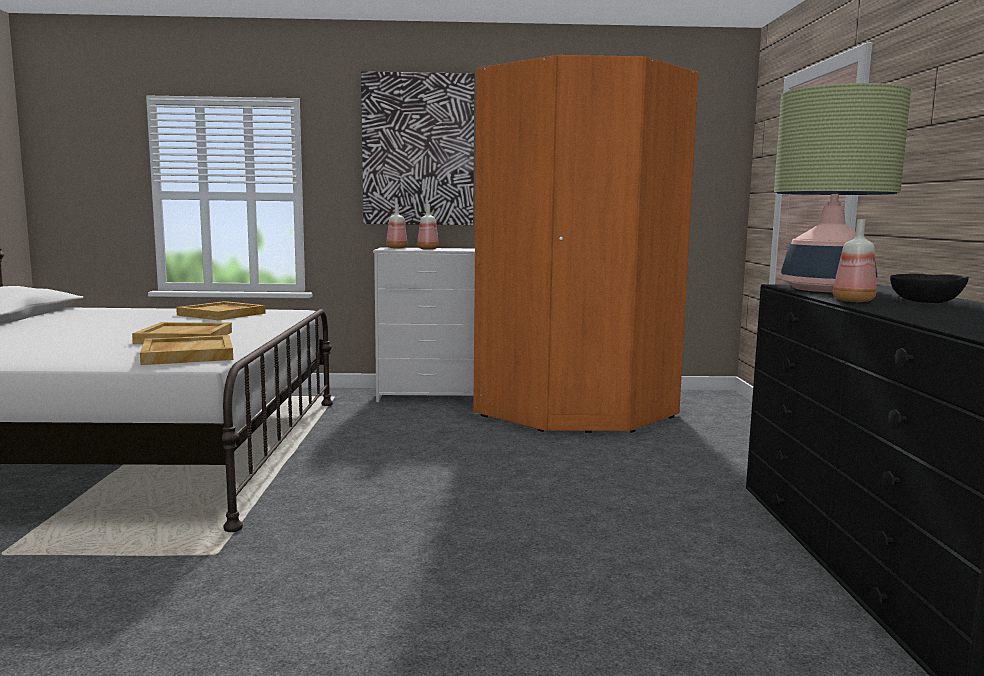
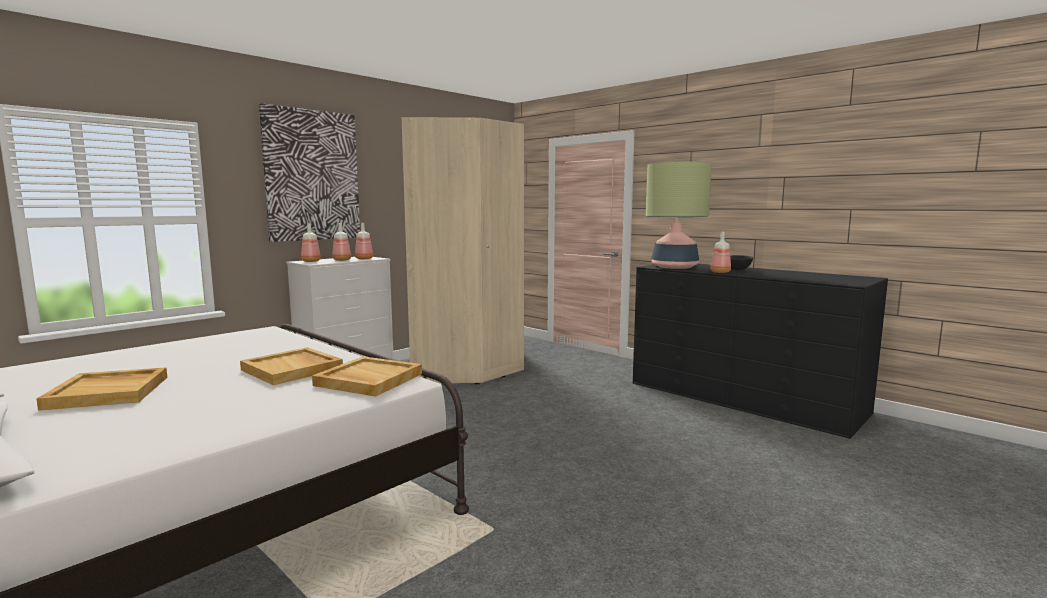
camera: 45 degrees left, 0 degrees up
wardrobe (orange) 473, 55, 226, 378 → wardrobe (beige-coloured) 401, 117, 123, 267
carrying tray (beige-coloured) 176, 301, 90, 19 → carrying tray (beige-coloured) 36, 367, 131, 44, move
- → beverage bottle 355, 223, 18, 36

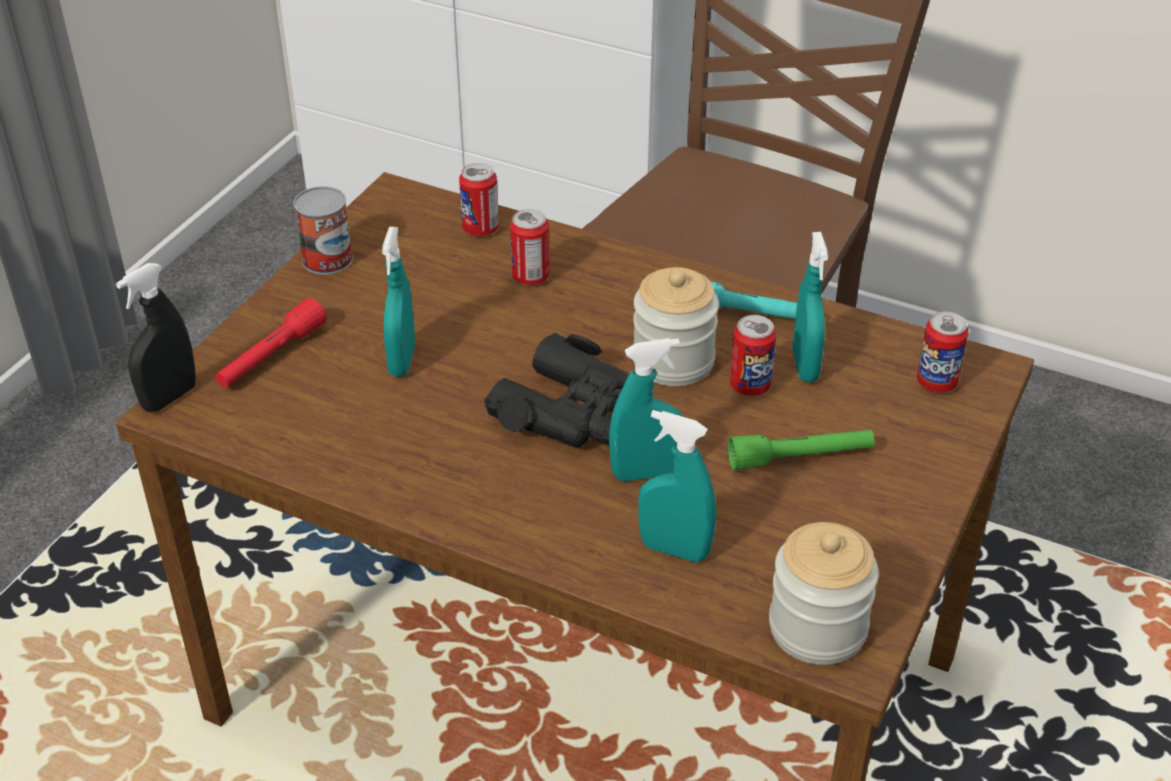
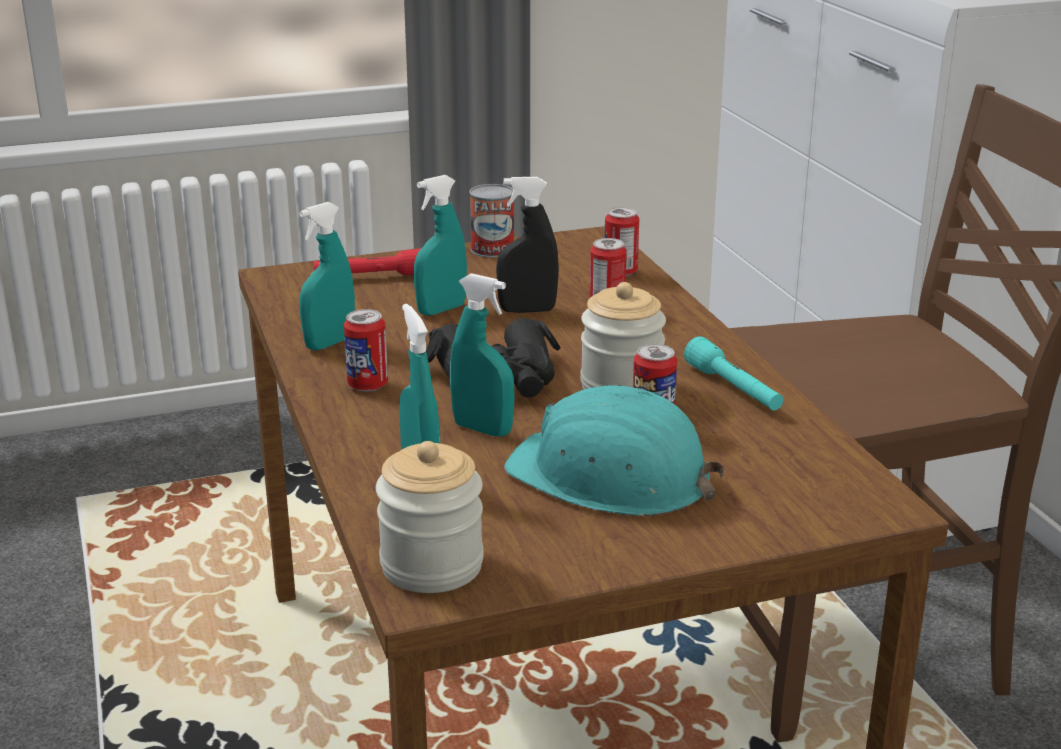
camera: 45 degrees right, 15 degrees down
hand sprayer (turquoise-coloured) 793, 232, 35, 150 → hand sprayer (turquoise-coloured) 299, 202, 56, 149, move
hand sprayer (blackish) 116, 263, 80, 149 → hand sprayer (blackish) 496, 177, 63, 136, move
metal can 917, 312, 52, 81 → metal can 344, 309, 44, 83, move
hand torch (greenish) 728, 430, 146, 40 → safety helmet (turquoise-coloured) 504, 385, 221, 131

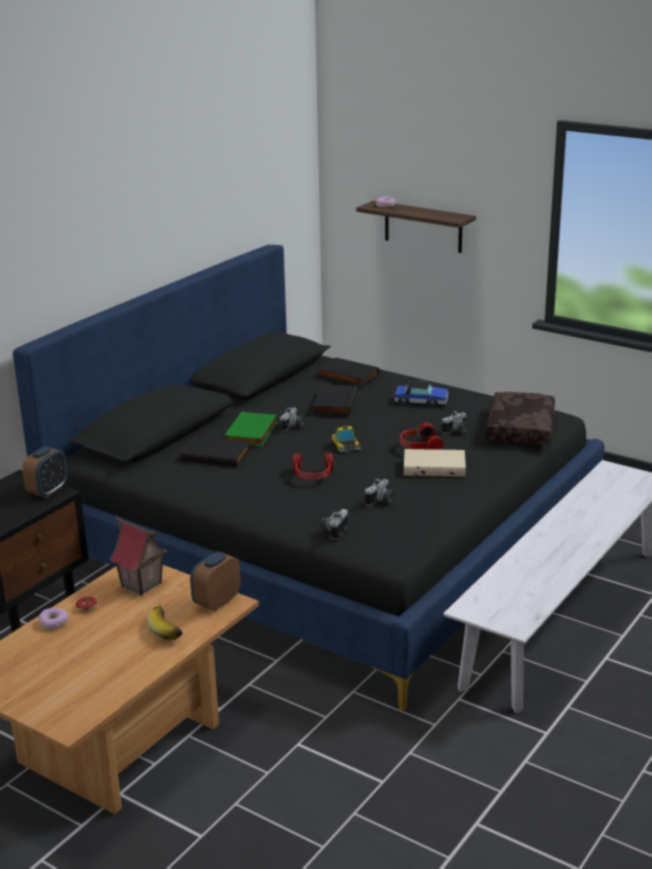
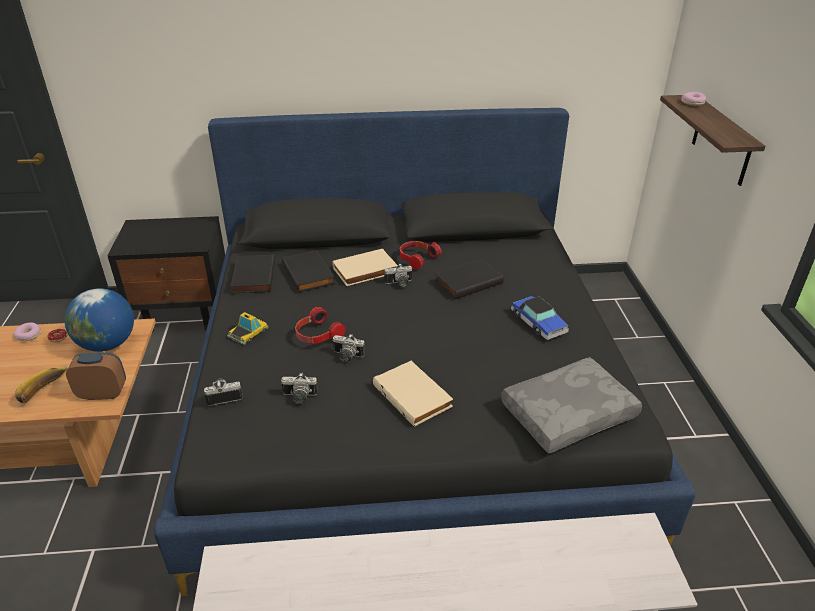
camera: 50 degrees right, 10 degrees up
book (blackish) 317, 358, 62, 28 → book (blackish) 230, 254, 45, 39, move
cushion (brown) 485, 392, 70, 52 → cushion (gray) 501, 357, 141, 96
book (greenish) 224, 411, 53, 35 → book (beige-coloured) 333, 249, 65, 37
photo camera 441, 411, 27, 23 → photo camera 333, 334, 32, 28, move
pair of headphones 400, 422, 44, 28 → pair of headphones 400, 241, 41, 29, move
model car 331, 426, 30, 26 → model car 227, 312, 42, 33, move
bedside clock 22, 446, 45, 52 → -
miniature house 109, 516, 59, 80 → desk globe 65, 288, 69, 64

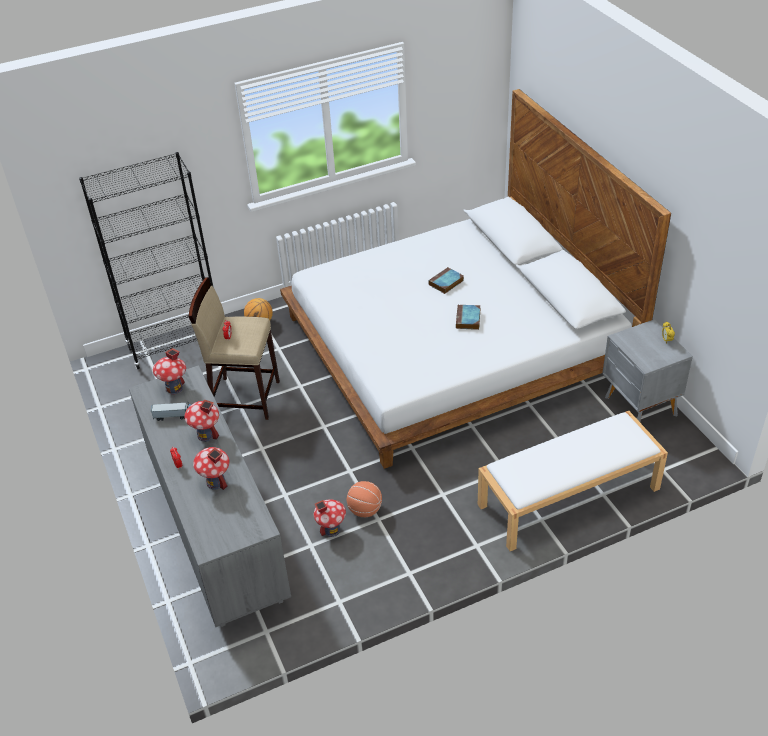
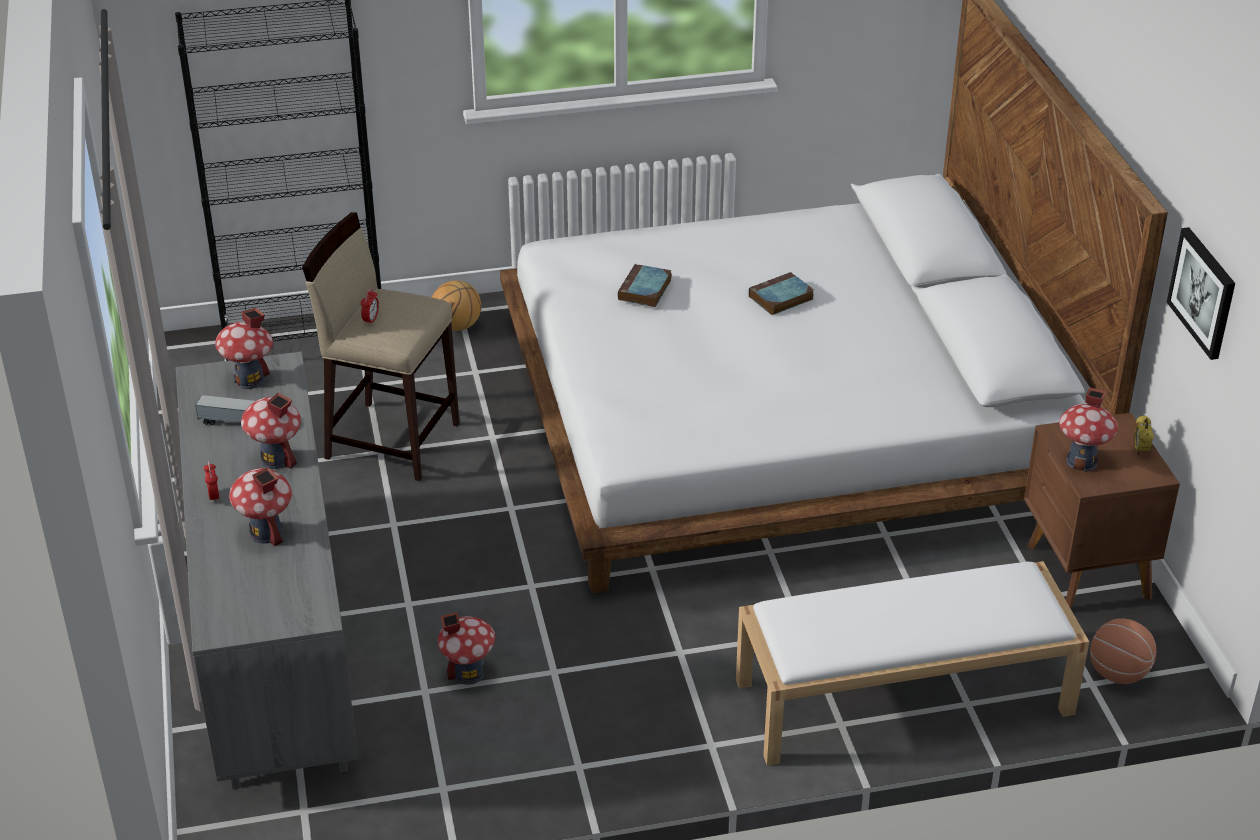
camera: 10 degrees right, 5 degrees down
book 456, 305, 25, 25 → book 618, 264, 54, 43, move
bedside table (gray) 602, 319, 91, 103 → bedside table (brown) 1024, 412, 156, 197
ball for basketball 347, 481, 35, 36 → ball for basketball 1090, 618, 66, 66, move
- → wall picture 1167, 227, 68, 133
- → miniature house 1059, 388, 59, 84

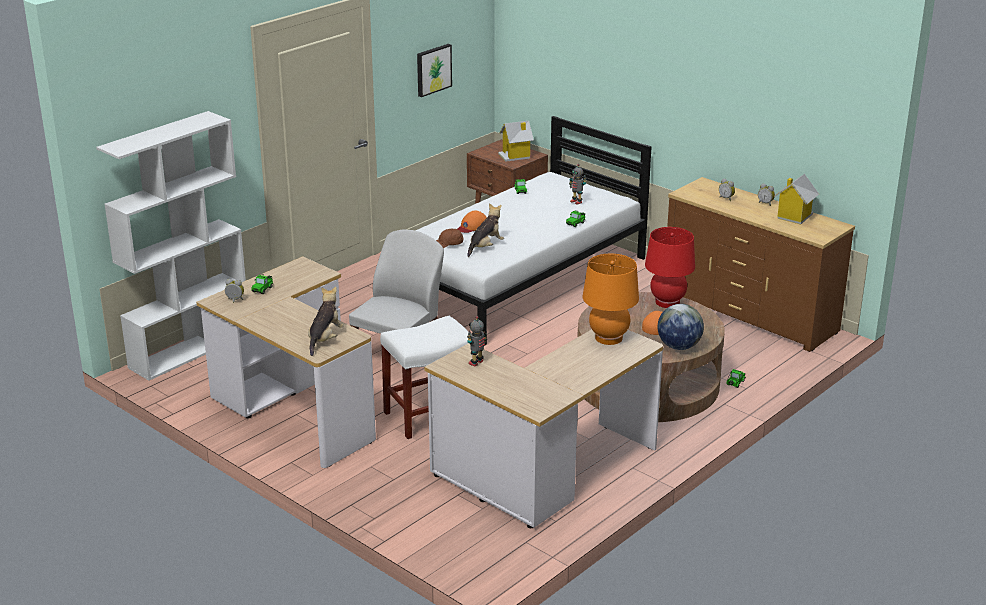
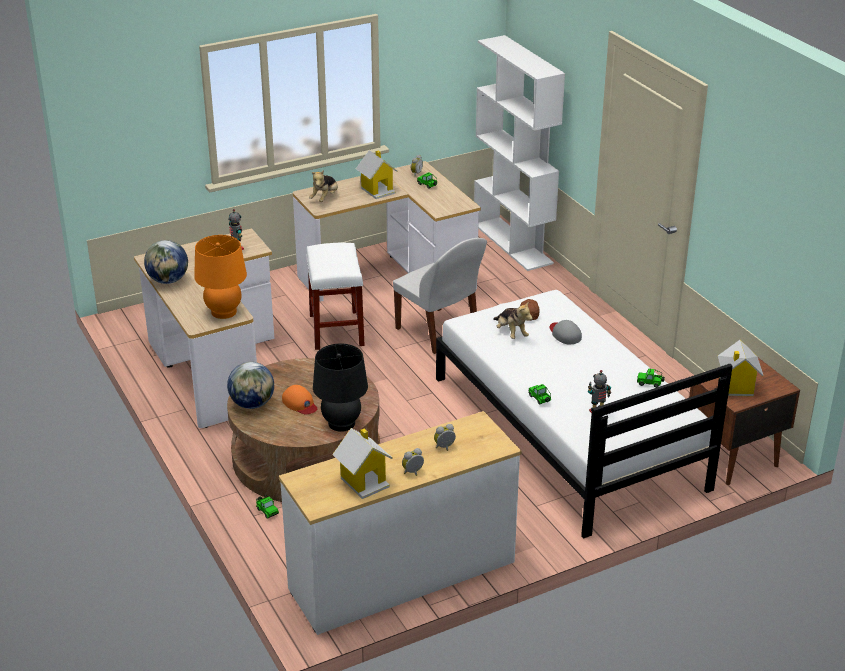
camera: 110 degrees right, 5 degrees up
wall picture 417, 44, 35, 53 → -
dresser (brown) 667, 177, 188, 175 → dresser (whitish) 279, 411, 242, 224
cap (orange) 457, 211, 30, 22 → cap (gray) 550, 320, 32, 24
tabletop lamp (reddish) 645, 227, 50, 81 → tabletop lamp (blackish) 313, 344, 55, 88
cuddly toy 308, 287, 36, 69 → cuddly toy 309, 170, 29, 32, 75 degrees clockwise
- → miniature house 356, 150, 42, 49
- → desk globe 144, 240, 44, 44

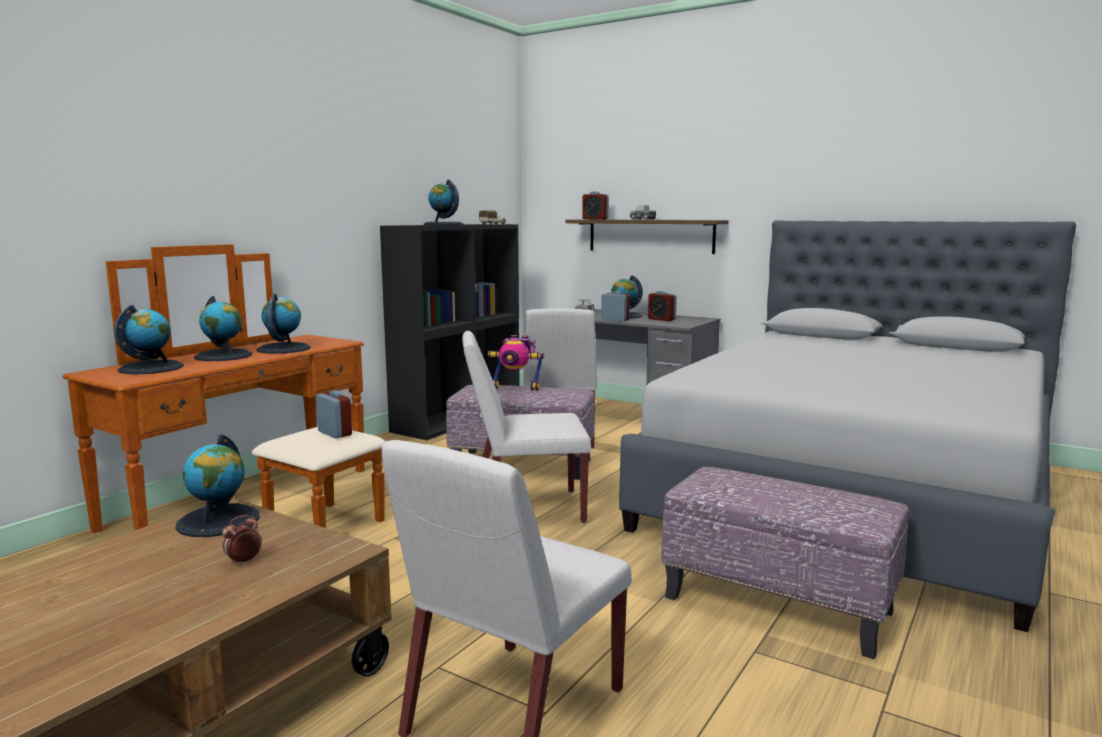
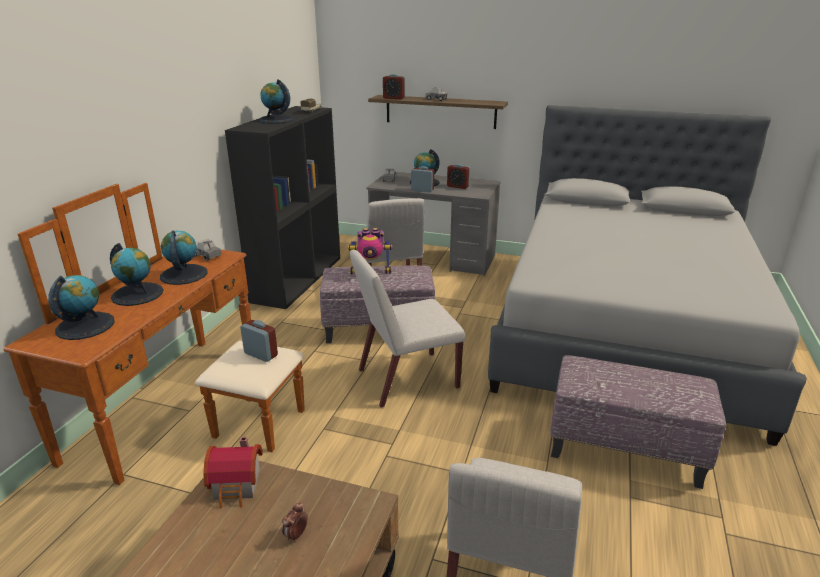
camera: 15 degrees left, 15 degrees up
desk globe 175, 434, 84, 103 → miniature house 203, 437, 60, 72
- → toy lorry 195, 239, 27, 22

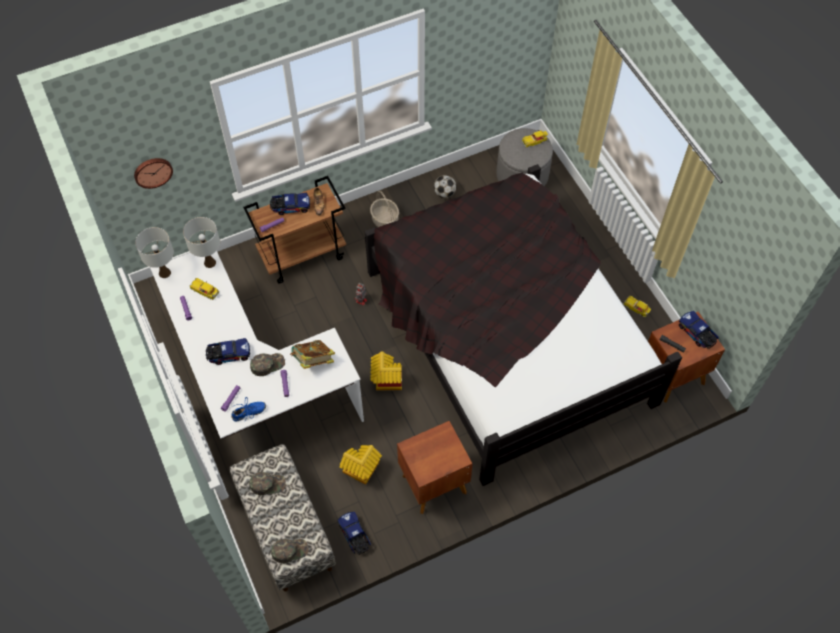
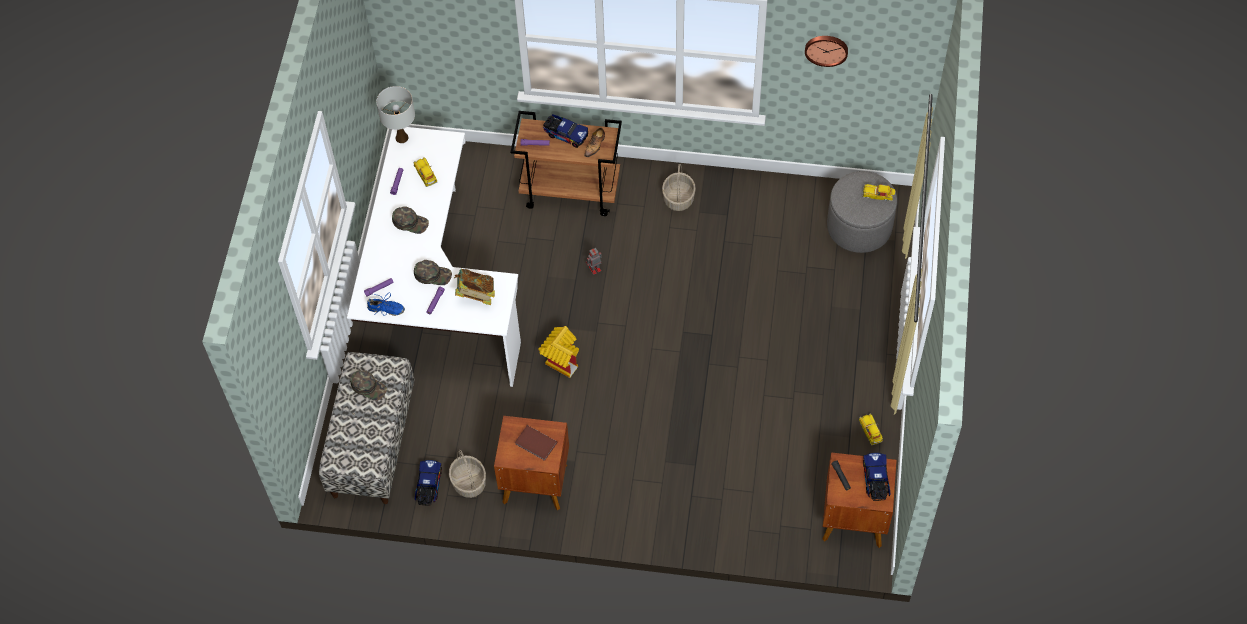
camera: 35 degrees right, 0 degrees up
hanging clock 134, 158, 39, 31 → hanging clock 805, 36, 43, 31, move
sleeping bed (blackish) 365, 164, 317, 322 → -
football ball 434, 175, 22, 23 → -
tabletop lamp (whitish) 183, 217, 37, 51 → -
toy lorry 206, 338, 44, 27 → -
miniature house 340, 445, 42, 40 → -
cap (greenish) 271, 539, 37, 24 → cap (greenish) 392, 206, 37, 28, move
- → book (brown) 515, 425, 42, 36
- → household basket 449, 450, 37, 48

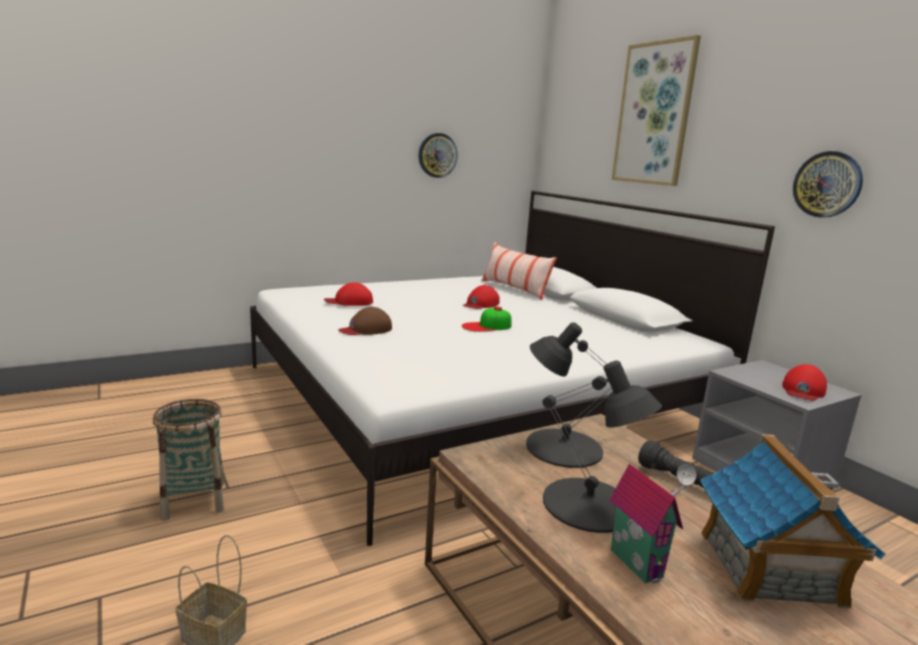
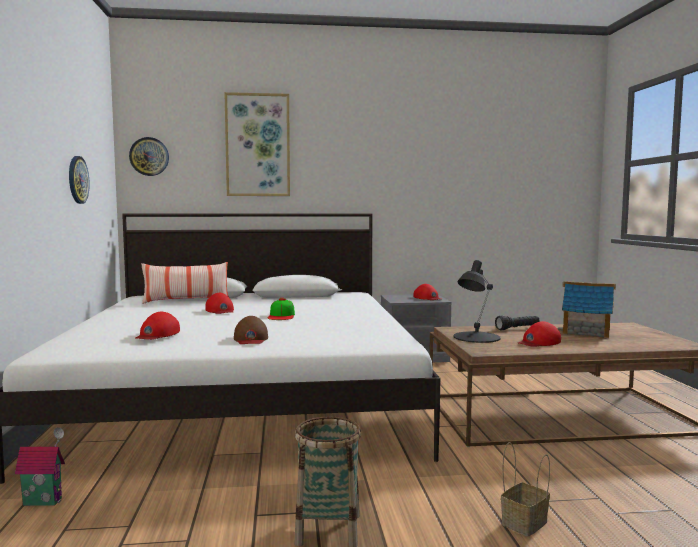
camera: 65 degrees left, 10 degrees down
hanging clock 793, 151, 70, 67 → hanging clock 129, 137, 40, 39, move
tabletop lamp (blackish) 542, 360, 120, 173 → cap (reddish) 518, 321, 43, 26
miniature house 610, 464, 87, 119 → miniature house 15, 427, 50, 79, move

